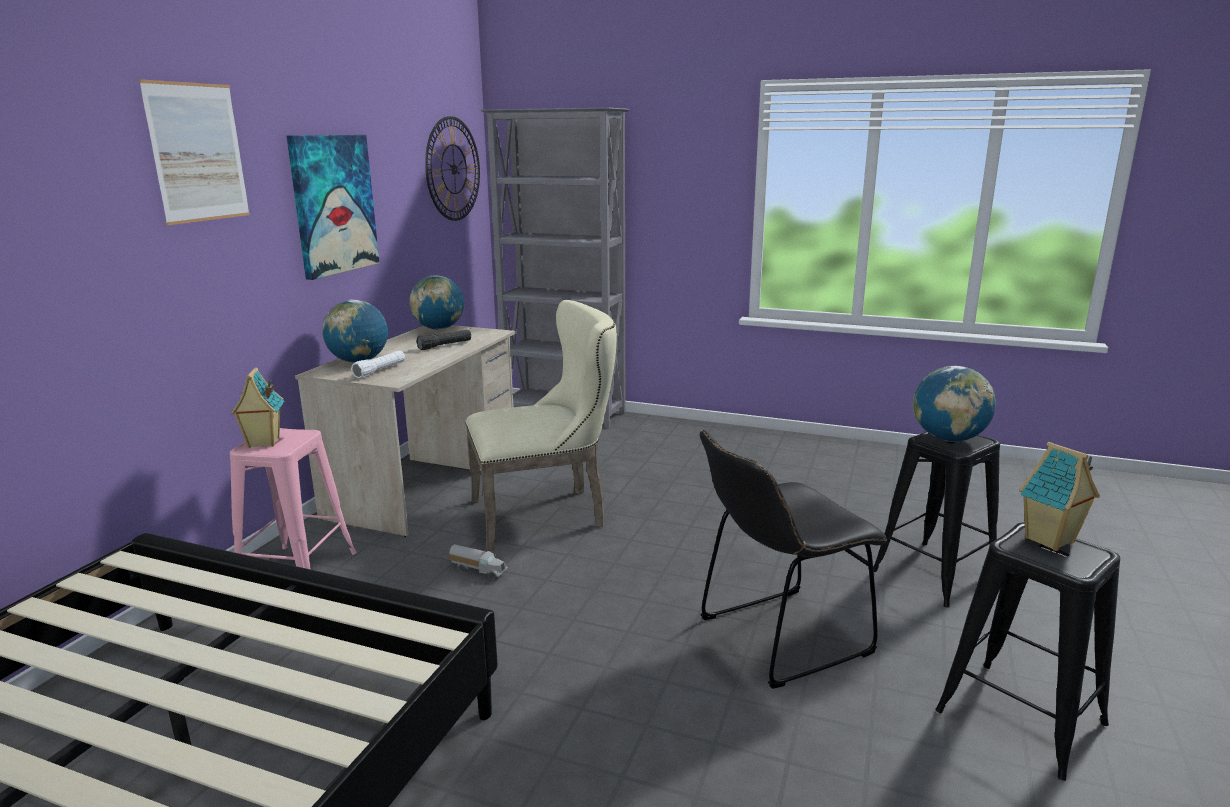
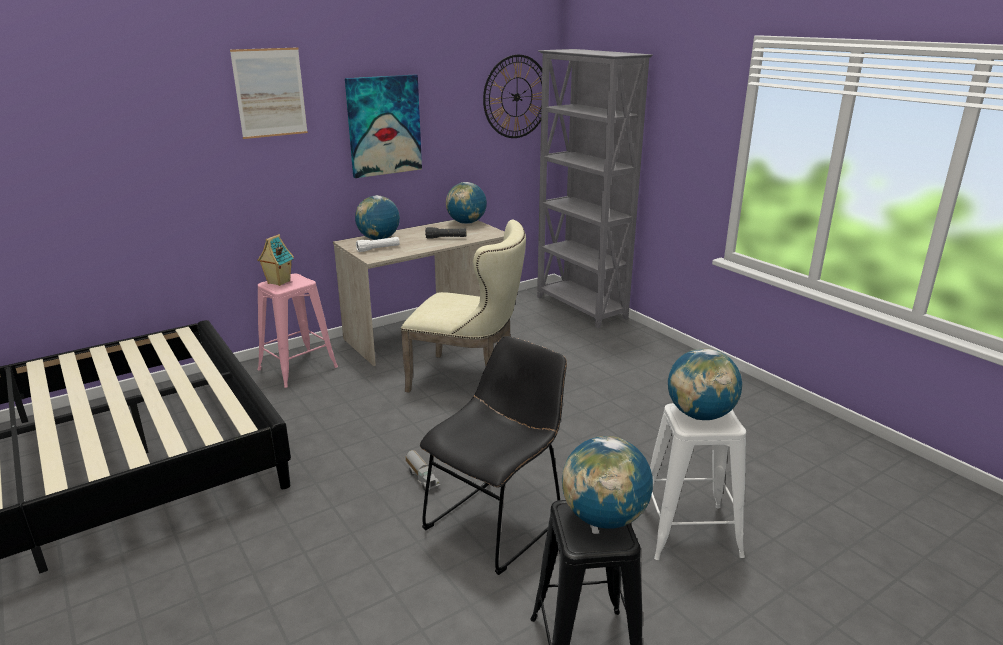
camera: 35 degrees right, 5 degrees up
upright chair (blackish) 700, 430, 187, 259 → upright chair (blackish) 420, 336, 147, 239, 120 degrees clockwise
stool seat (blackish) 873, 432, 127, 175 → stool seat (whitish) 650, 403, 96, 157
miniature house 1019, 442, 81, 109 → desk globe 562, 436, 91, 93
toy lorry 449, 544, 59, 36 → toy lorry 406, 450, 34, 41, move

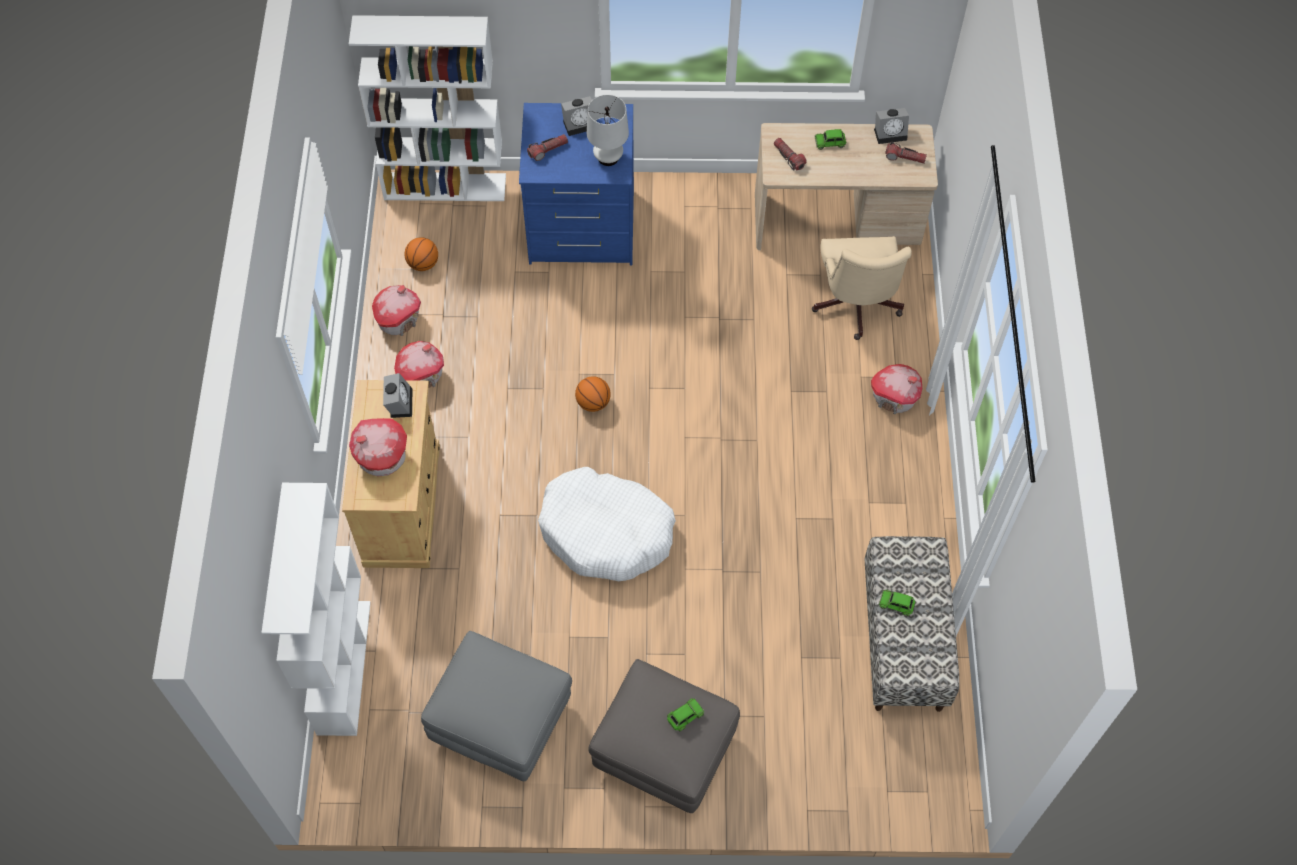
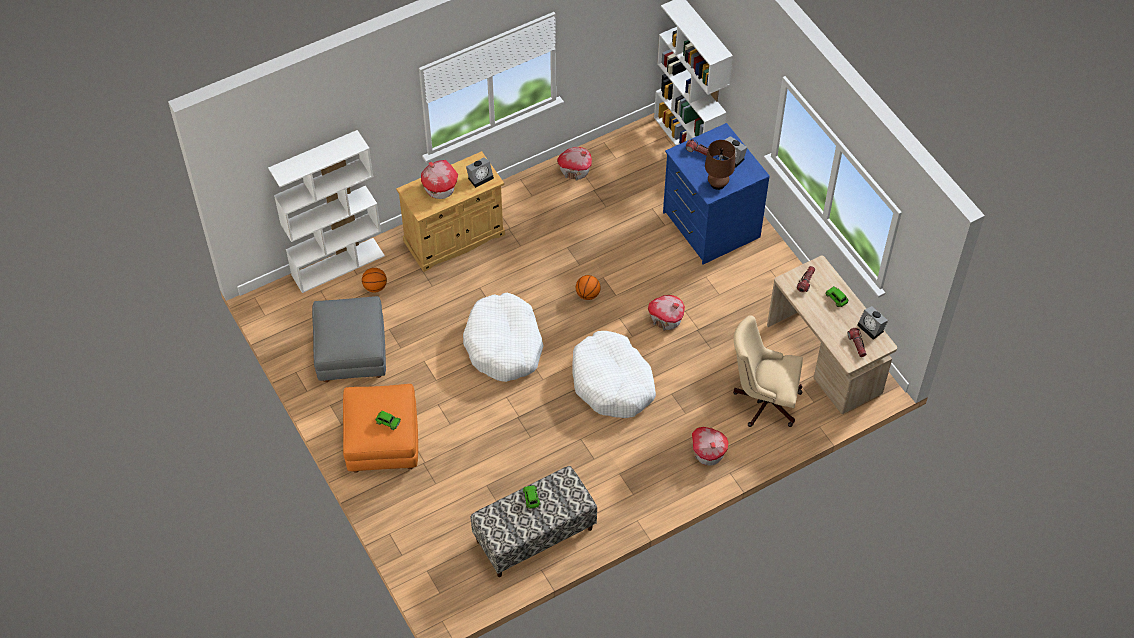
camera: 60 degrees right, 5 degrees down
tabletop lamp (whitish) 587, 95, 42, 71 → tabletop lamp (brown) 705, 140, 30, 50
desk chair (beige-coloured) 812, 236, 100, 104 → desk chair (beige-coloured) 733, 315, 70, 112, 45 degrees clockwise
ball for basketball 404, 237, 34, 34 → ball for basketball 362, 268, 25, 25, move
miniature house 394, 341, 50, 47 → miniature house 648, 295, 37, 36, move
ottoman (gray) 588, 659, 152, 154 → ottoman (orange) 343, 384, 75, 89
- → dog bed (whitish) 572, 331, 84, 87

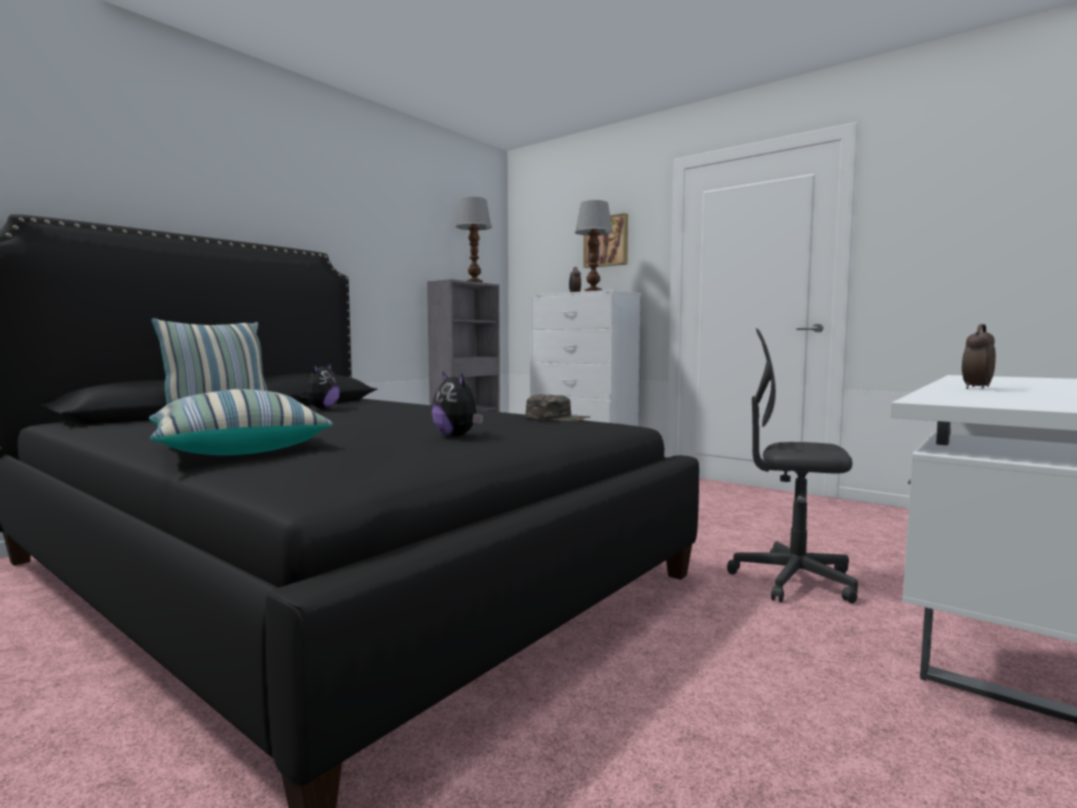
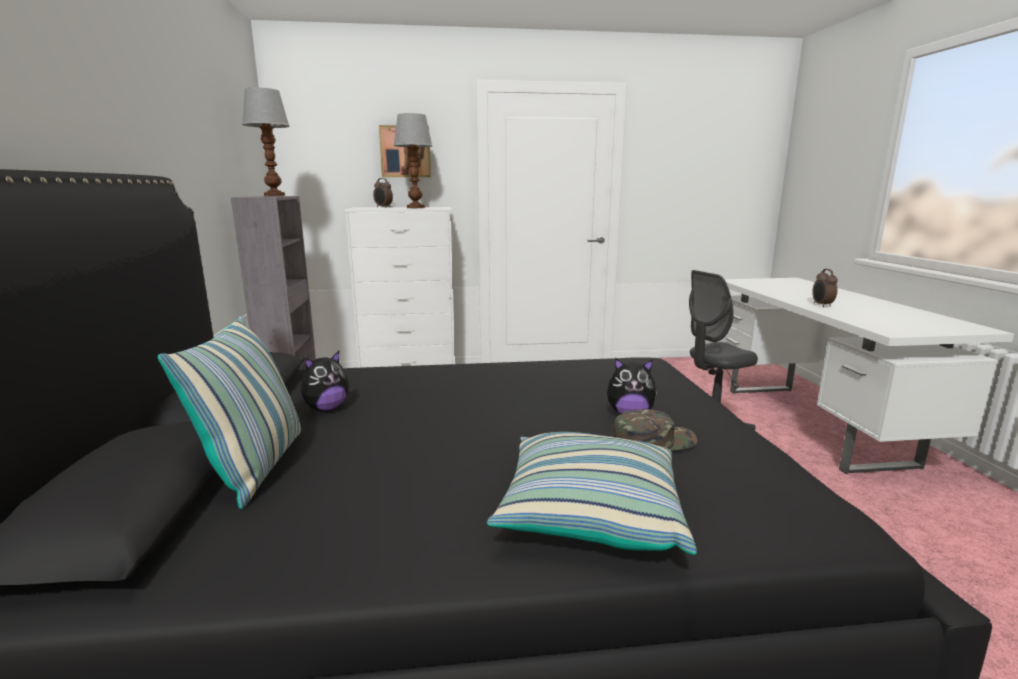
camera: 45 degrees left, 10 degrees up
cuddly toy 297, 363, 43, 46 → cuddly toy 301, 351, 48, 60, 75 degrees clockwise
cap (greenish) 526, 394, 65, 28 → cap (greenish) 613, 409, 84, 42, move

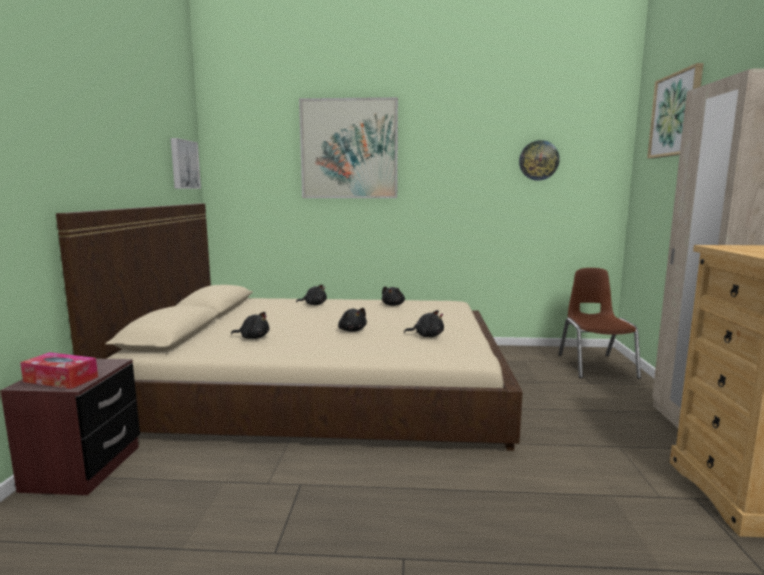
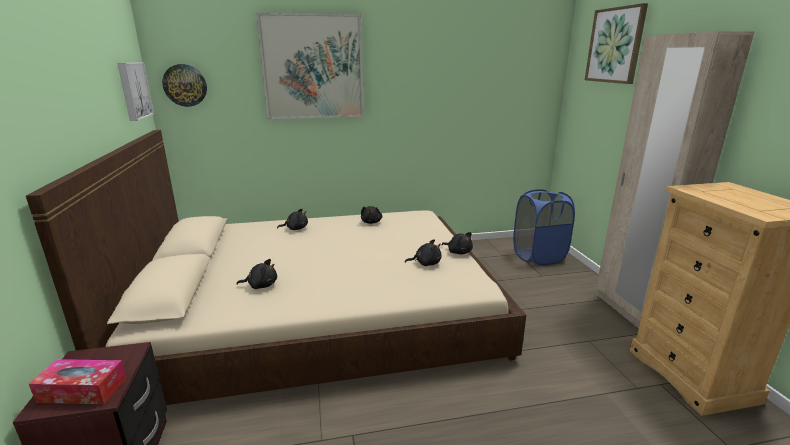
camera: 15 degrees left, 10 degrees up
hanging clock 519, 140, 41, 40 → hanging clock 162, 64, 45, 43, move
upright chair (brown) 558, 268, 83, 111 → washing basket (blue-coloured) 513, 189, 62, 76
cuddly toy (blackish) 338, 308, 29, 24 → cuddly toy (blackish) 442, 232, 31, 22, move

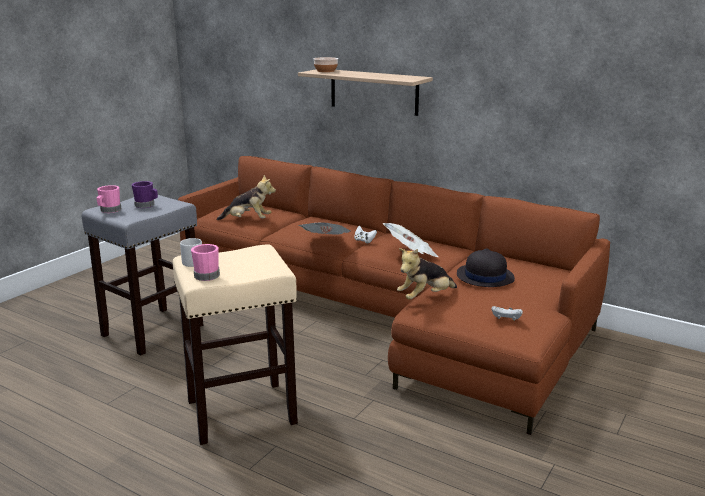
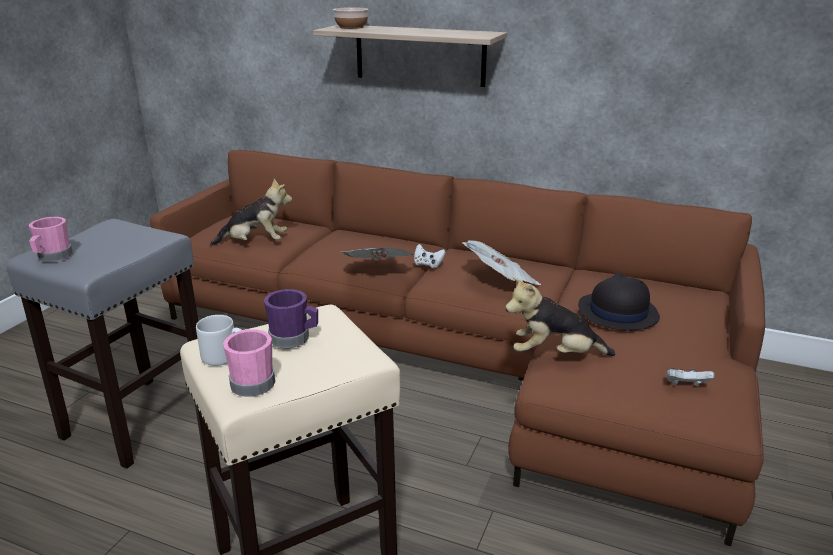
camera: 10 degrees left, 5 degrees up
mug (purple-coloured) 132, 181, 26, 27 → mug (purple-coloured) 264, 289, 54, 59, move
cuddly toy 397, 248, 60, 52 → cuddly toy 505, 277, 110, 79, 45 degrees clockwise

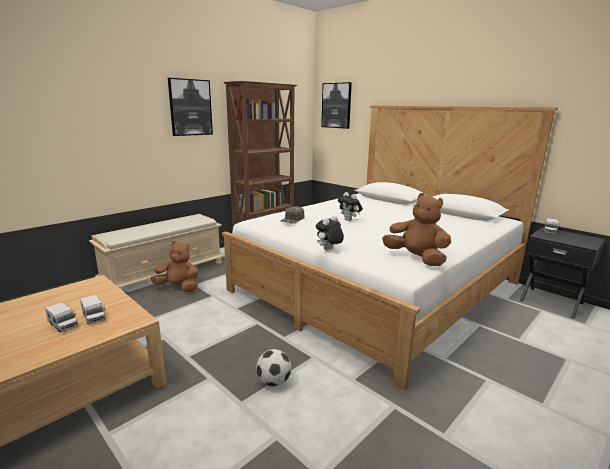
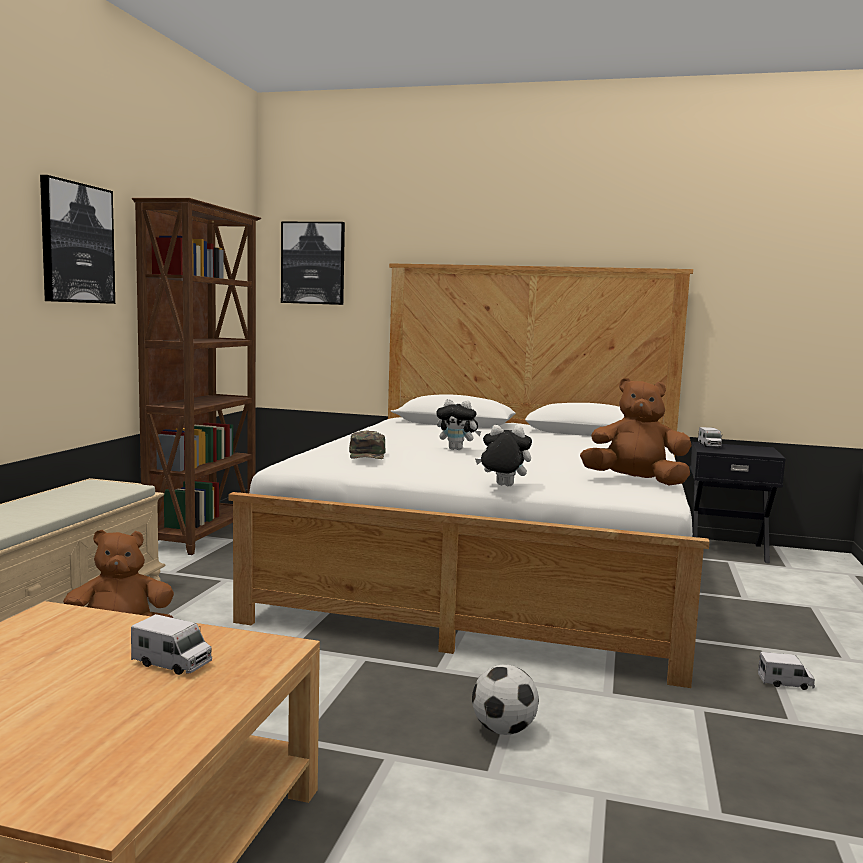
camera: 30 degrees left, 10 degrees down
cuddly toy 316, 215, 28, 35 → cuddly toy 475, 425, 57, 61, 90 degrees clockwise
toy lorry 45, 302, 33, 31 → toy lorry 758, 652, 57, 38, move

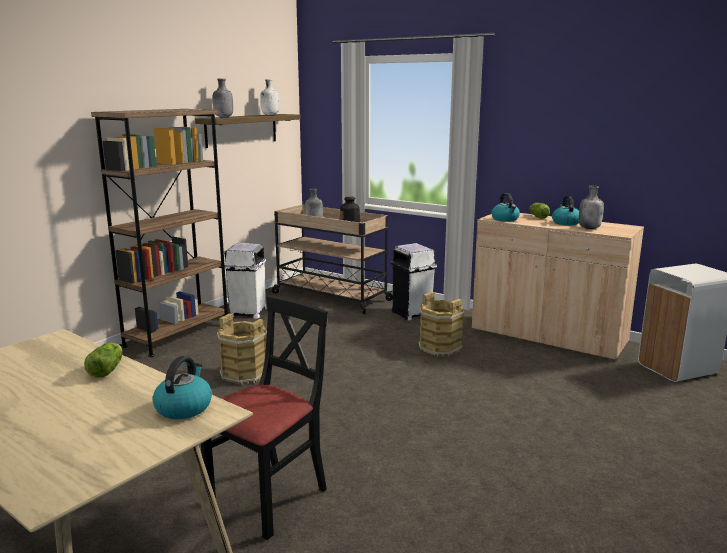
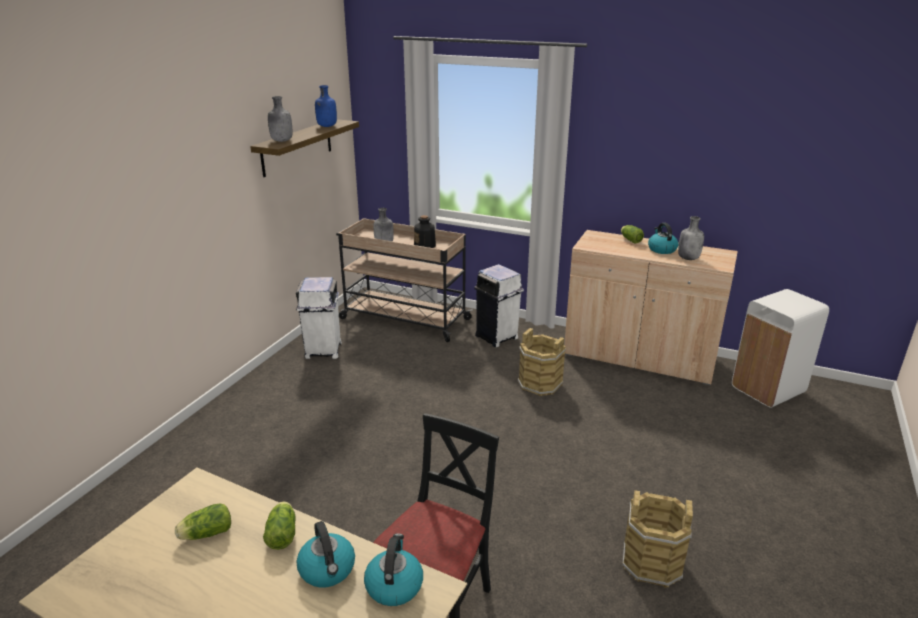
camera: 10 degrees left, 10 degrees up
beverage bottle (whitish) 260, 79, 19, 36 → beverage bottle (blue-coloured) 315, 85, 22, 42
bookshelf (brown) 91, 109, 137, 248 → -
water kettle 491, 193, 29, 29 → water kettle 297, 521, 58, 67, move
water bucket (brown) 217, 313, 50, 72 → water bucket (brown) 622, 490, 71, 98, move
- → head of lettuce 175, 503, 56, 37

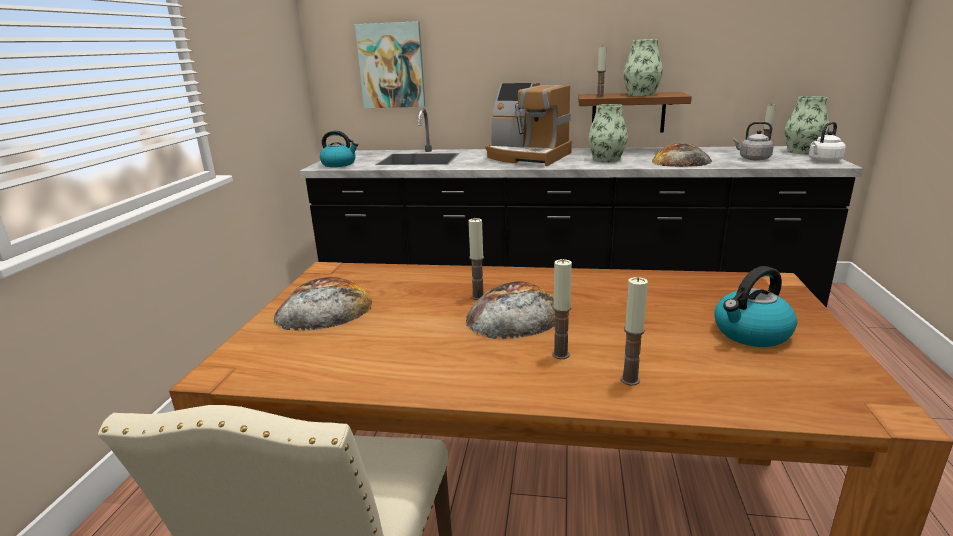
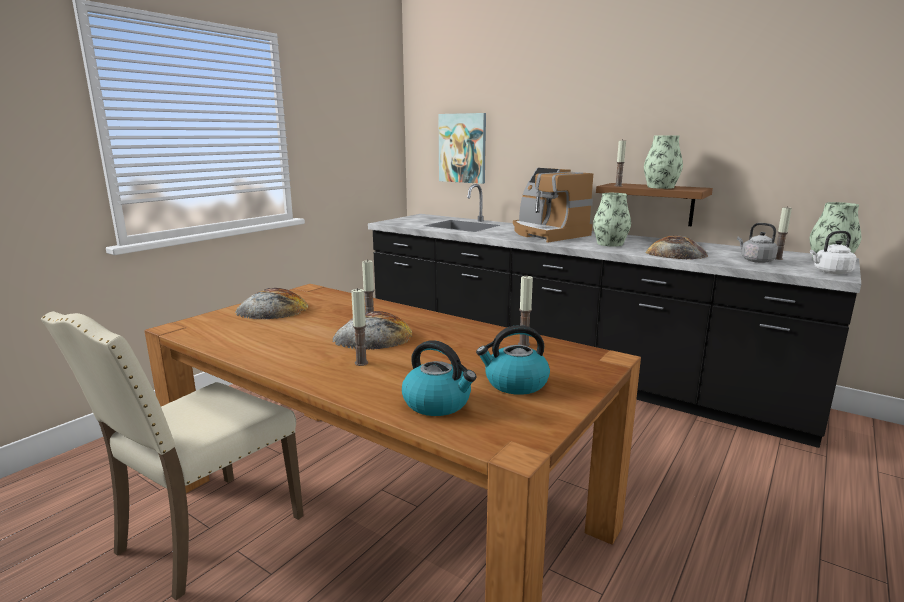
camera: 25 degrees right, 5 degrees down
water kettle 320, 131, 38, 36 → water kettle 402, 340, 74, 76, move
wax light 621, 277, 27, 109 → wax light 518, 276, 15, 71, move

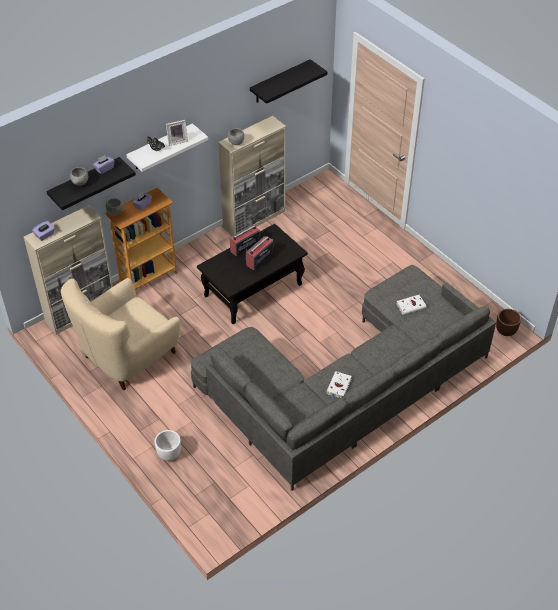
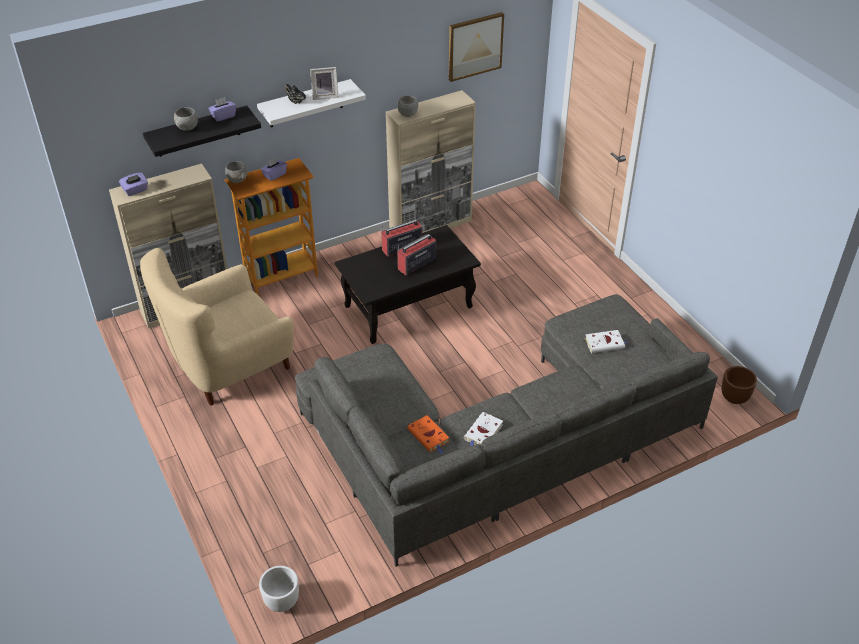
camera: 10 degrees right, 5 degrees down
shelf (blackish) 250, 59, 77, 45 → wall picture 449, 12, 55, 70
plant pot (whitish) 154, 430, 27, 31 → plant pot (whitish) 259, 566, 40, 46, move
- → book (orange) 407, 415, 42, 39

